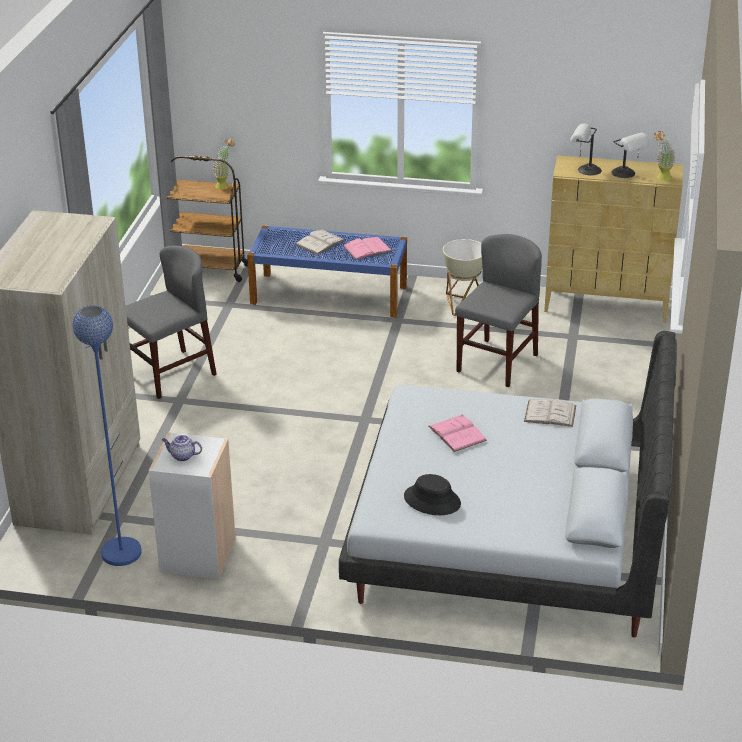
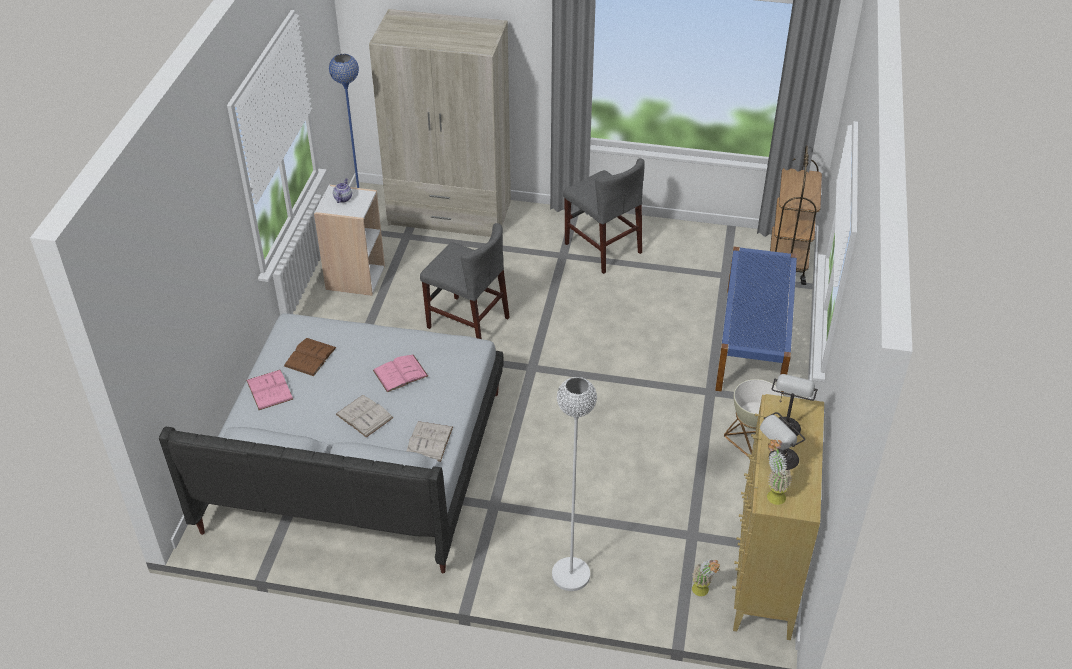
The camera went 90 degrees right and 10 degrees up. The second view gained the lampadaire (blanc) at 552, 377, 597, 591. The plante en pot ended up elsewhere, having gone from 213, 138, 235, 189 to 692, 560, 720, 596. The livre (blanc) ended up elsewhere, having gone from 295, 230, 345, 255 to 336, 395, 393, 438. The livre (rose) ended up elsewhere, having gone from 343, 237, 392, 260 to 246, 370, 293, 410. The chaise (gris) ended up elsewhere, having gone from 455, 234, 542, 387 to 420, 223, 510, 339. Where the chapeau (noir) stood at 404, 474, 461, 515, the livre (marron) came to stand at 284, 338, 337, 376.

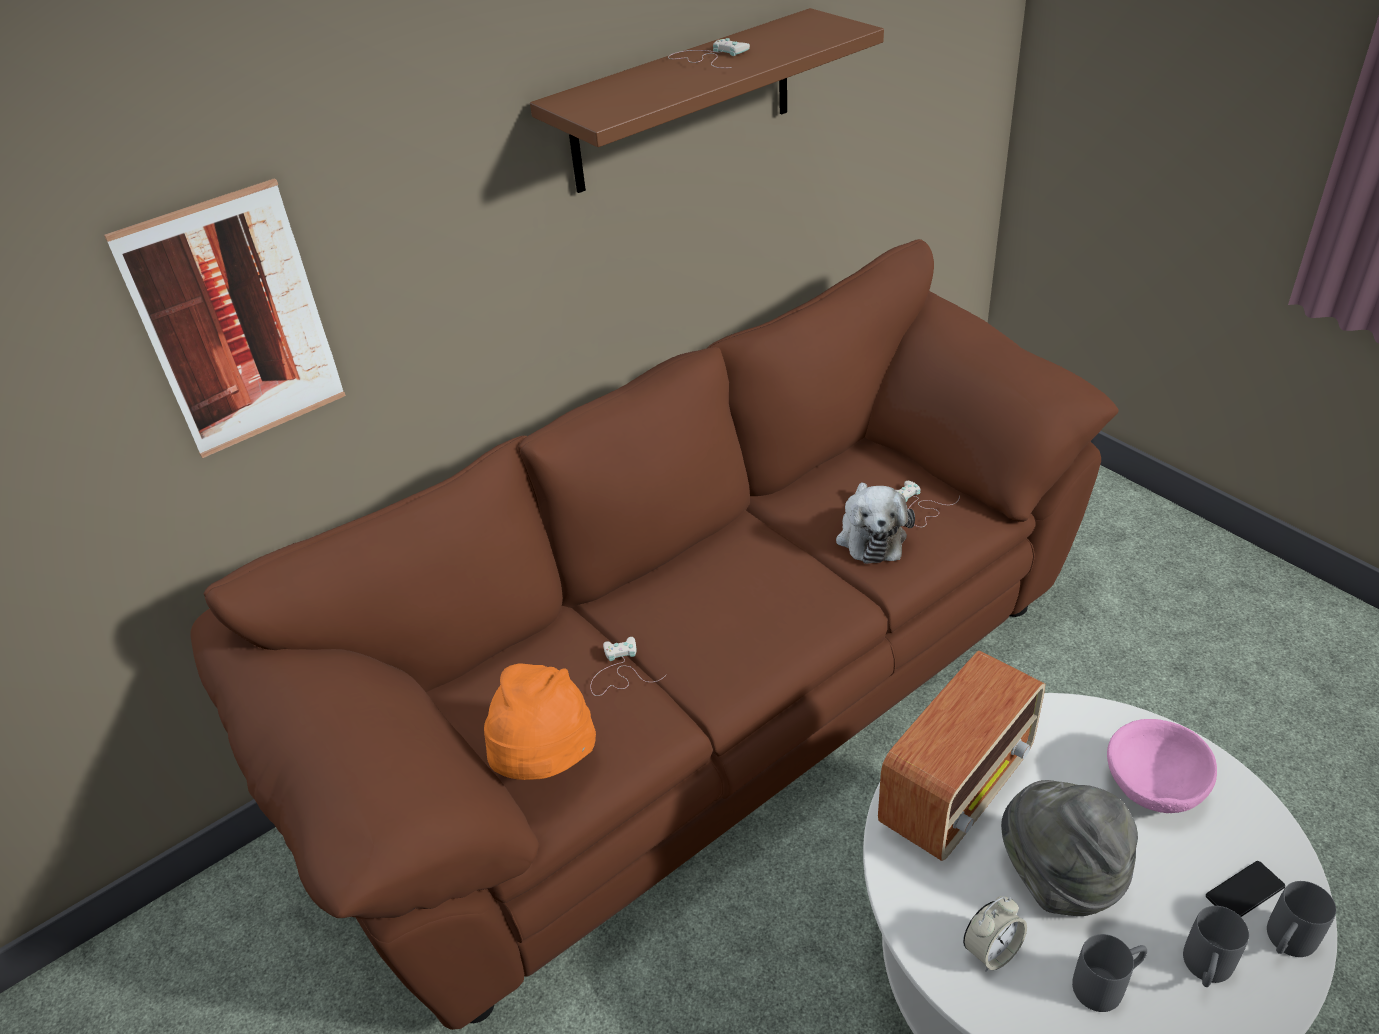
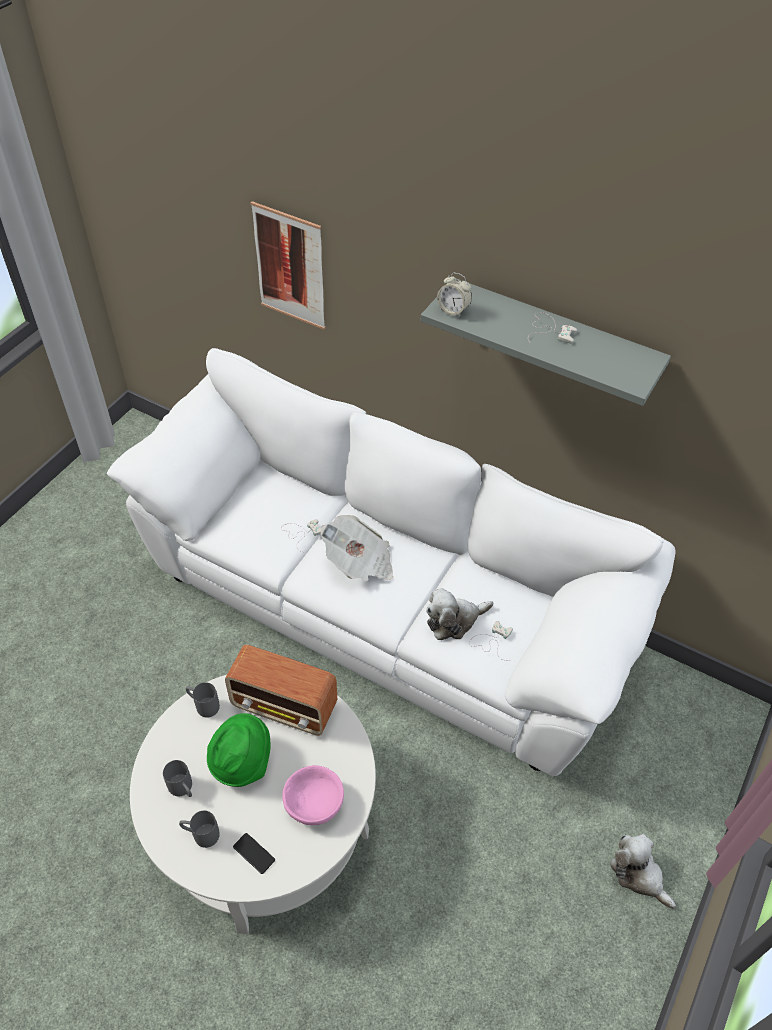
The camera went 65 degrees right and 10 degrees up. The second view lost the chapeau (orange) at 484, 663, 596, 780. The second view gained the journal at 320, 515, 393, 581. The second view gained the peluche at 610, 834, 676, 909. The réveil ended up elsewhere, having gone from 963, 896, 1027, 971 to 437, 273, 472, 317. The mug (gris) ended up elsewhere, having gone from 1267, 881, 1336, 957 to 186, 682, 220, 718. What was the canapé (marron) at 190, 239, 1119, 1030 turned into the canapé (blanc) at 107, 348, 675, 776. What was the étagère (marron) at 530, 8, 884, 193 turned into the étagère (gris) at 421, 279, 671, 406. What was the chapeau (gris) at 1001, 780, 1138, 916 turned into the chapeau (vert) at 207, 713, 271, 787.

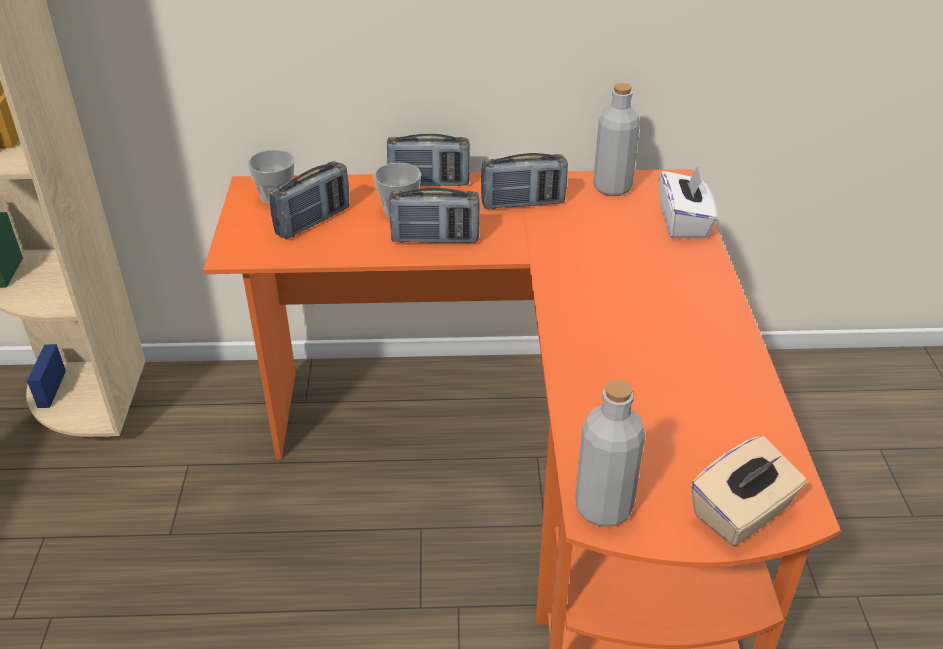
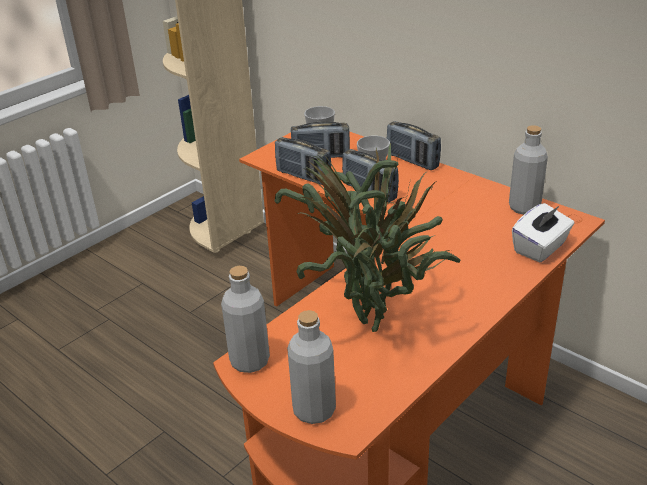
The camera went 45 degrees right and 5 degrees down. The second view gained the plante en pot at 275, 143, 461, 332. The radio ended up elsewhere, having gone from 481, 153, 568, 209 to 275, 137, 331, 185. Where the boîte à mouchoirs (beige) stood at 691, 436, 807, 546, the bouteille (gris) came to stand at 287, 310, 336, 424.

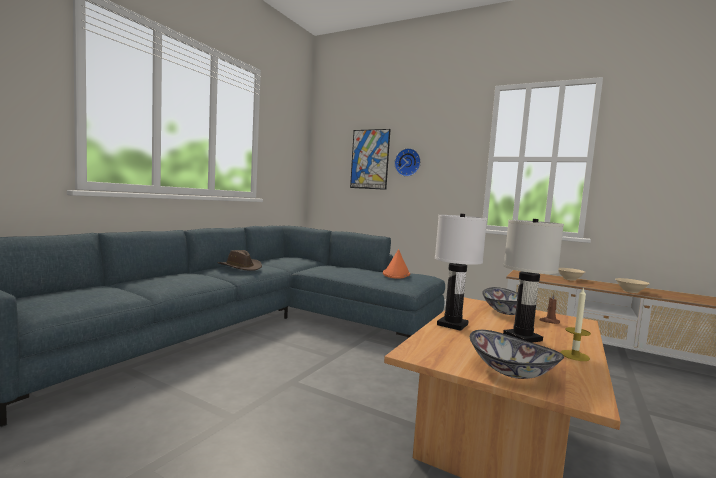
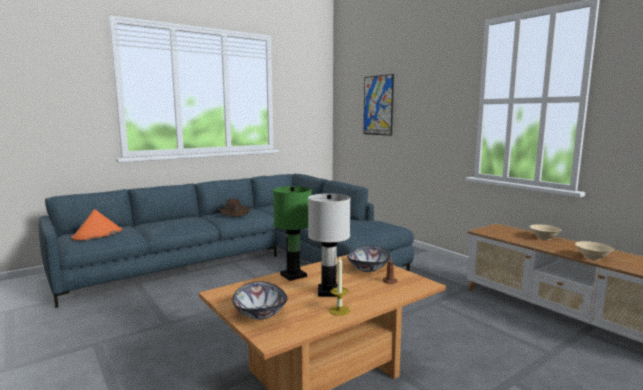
The camera went 25 degrees right and 5 degrees up. The second view lost the horloge murale at 394, 148, 421, 177. The chapeau (orange) ended up elsewhere, having gone from 383, 249, 410, 279 to 72, 209, 122, 240. What was the lampe de table (blanc) at 435, 214, 487, 331 turned into the lampe de table (vert) at 273, 186, 312, 281.

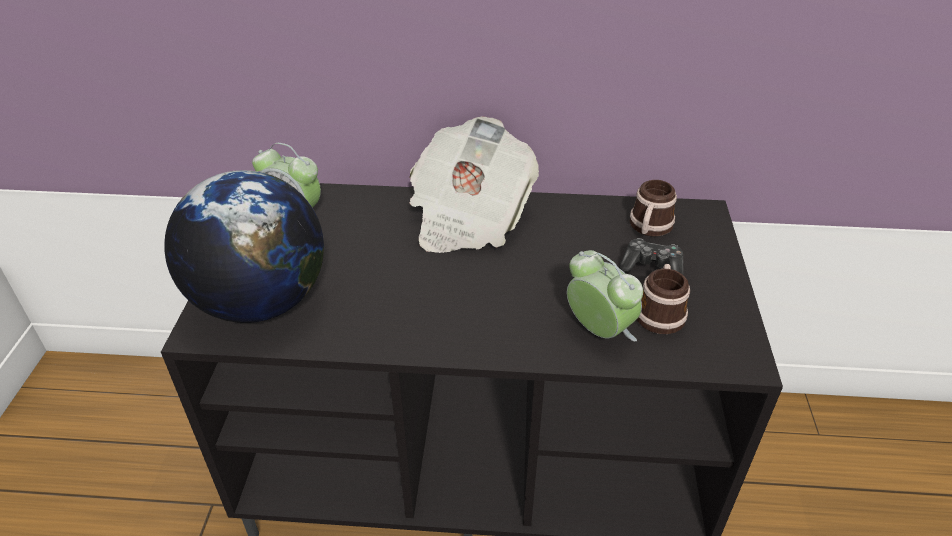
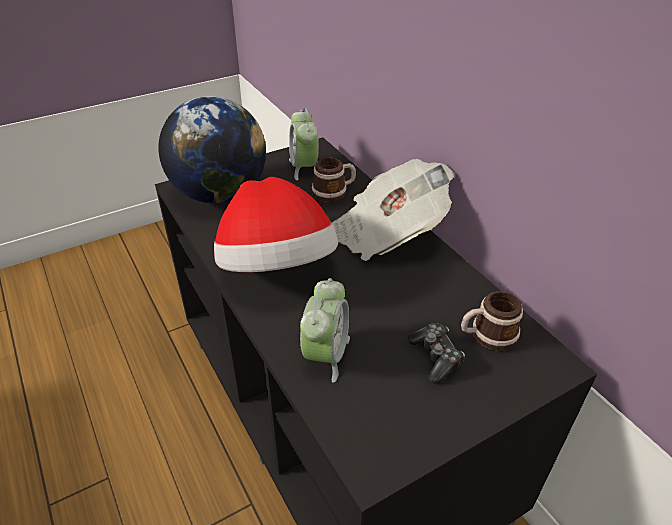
The camera went 55 degrees right and 0 degrees up. The second view gained the chapeau at 214, 177, 338, 272. The mug ended up elsewhere, having gone from 637, 264, 690, 334 to 312, 158, 356, 202.

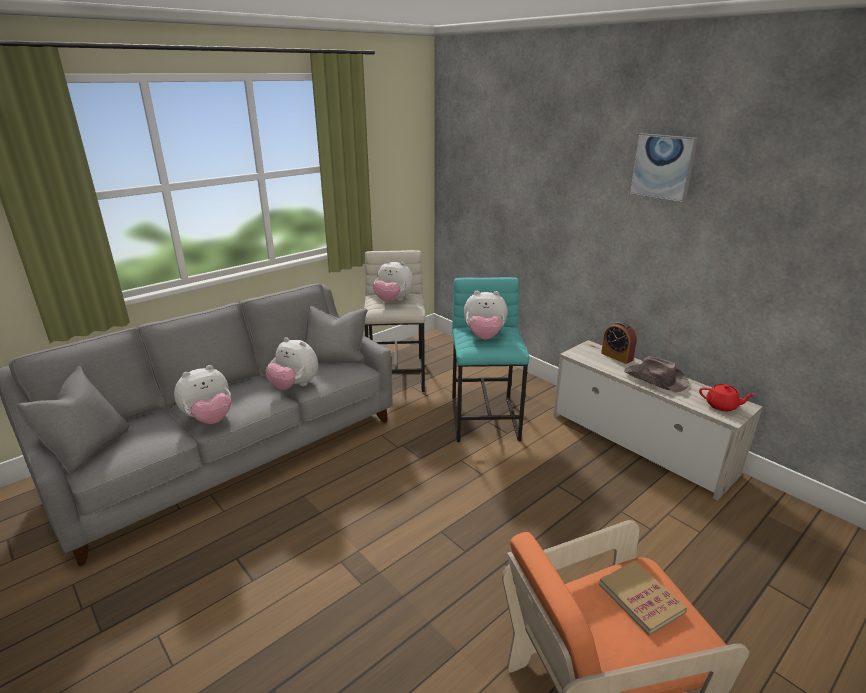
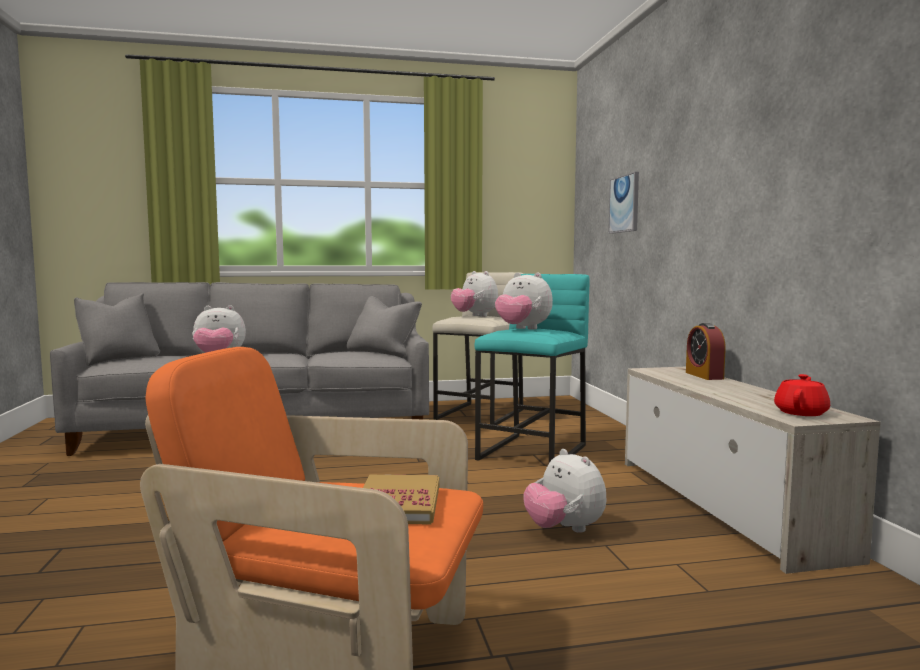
The camera went 30 degrees right and 20 degrees down. The second view lost the chapeau (marron) at 624, 356, 689, 393. The peluche ended up elsewhere, having gone from 265, 337, 318, 390 to 523, 449, 606, 533. The tableau ended up elsewhere, having gone from 629, 133, 698, 203 to 608, 172, 639, 234. The théière (rouge) at 699, 384, 755, 411 ended up facing another way, 105 degrees counterclockwise from before.

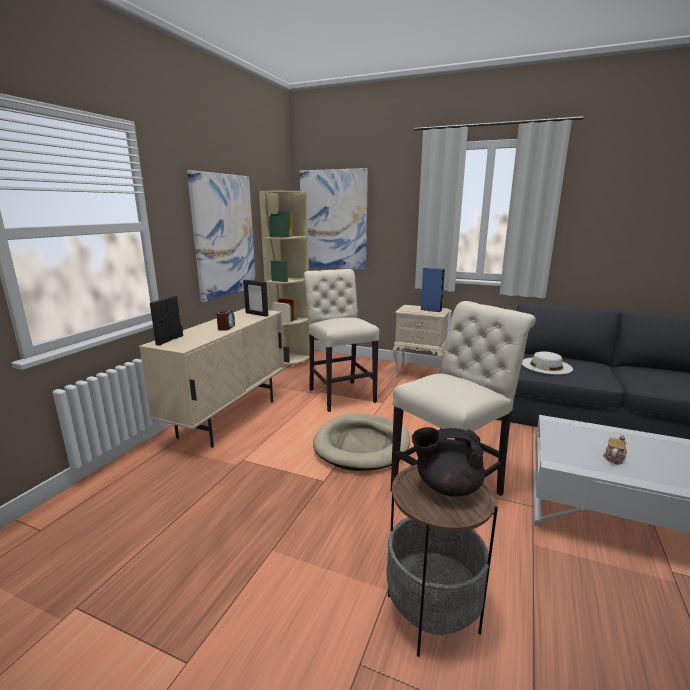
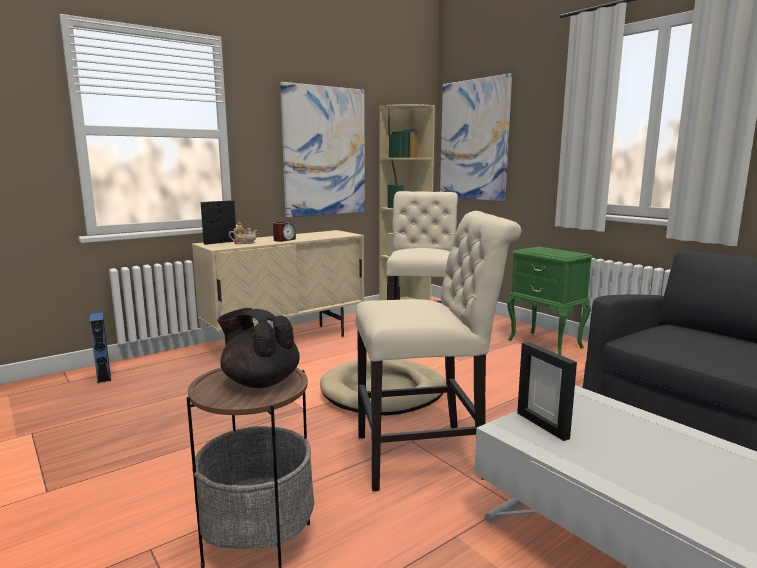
The camera went 30 degrees right and 5 degrees down. The second view lost the chapeau (blanc) at 522, 351, 573, 374. The cadre photo ended up elsewhere, having gone from 243, 280, 268, 317 to 517, 342, 577, 441. The enceinte (bleu) ended up elsewhere, having gone from 421, 268, 445, 312 to 90, 312, 111, 383. The théière ended up elsewhere, having gone from 603, 435, 627, 465 to 229, 222, 257, 244. What was the table de chevet (beige) at 393, 305, 450, 378 turned into the table de chevet (vert) at 507, 247, 594, 355.

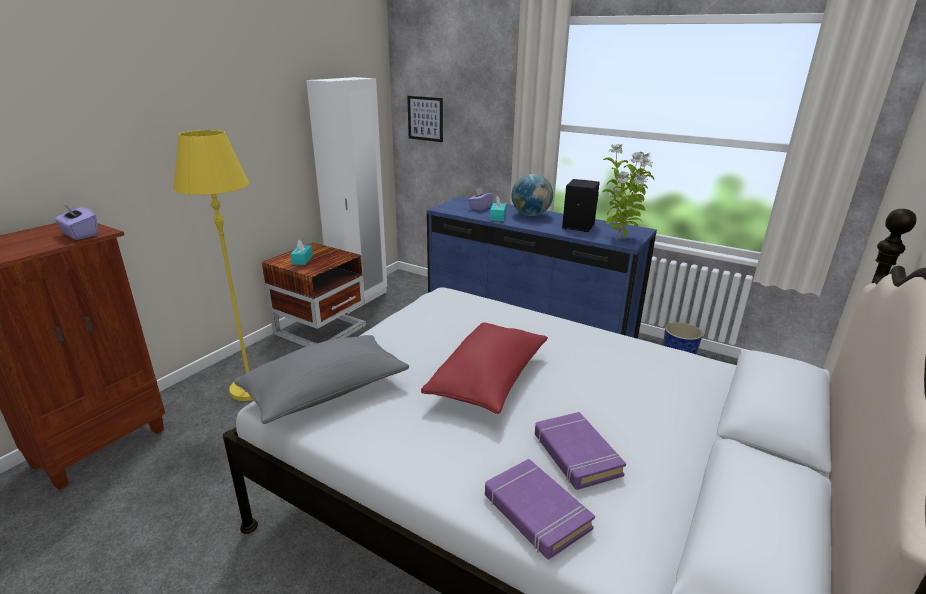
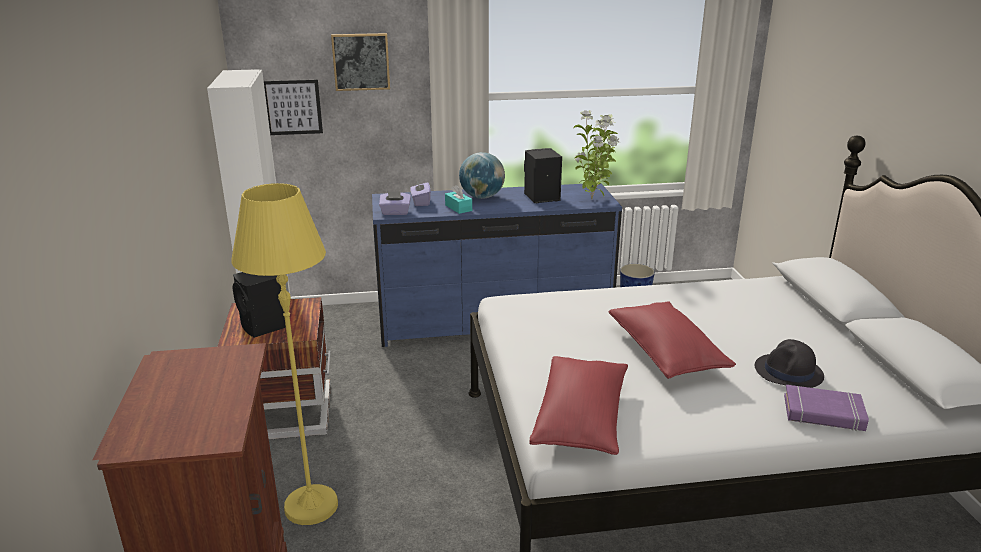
The camera went 40 degrees left and 0 degrees up. The second view gained the tableau at 331, 33, 390, 91. The boîte à mouchoirs (violet) ended up elsewhere, having gone from 54, 203, 98, 240 to 379, 191, 411, 215. Where the boîte à mouchoirs (turquoise) stood at 290, 240, 313, 265, the enceinte (noir) came to stand at 233, 272, 286, 338. Where the livre (violet) stood at 535, 412, 626, 490, the chapeau (noir) came to stand at 755, 339, 824, 388. What was the coussin (gris) at 234, 335, 409, 424 turned into the coussin (rouge) at 529, 356, 628, 455.

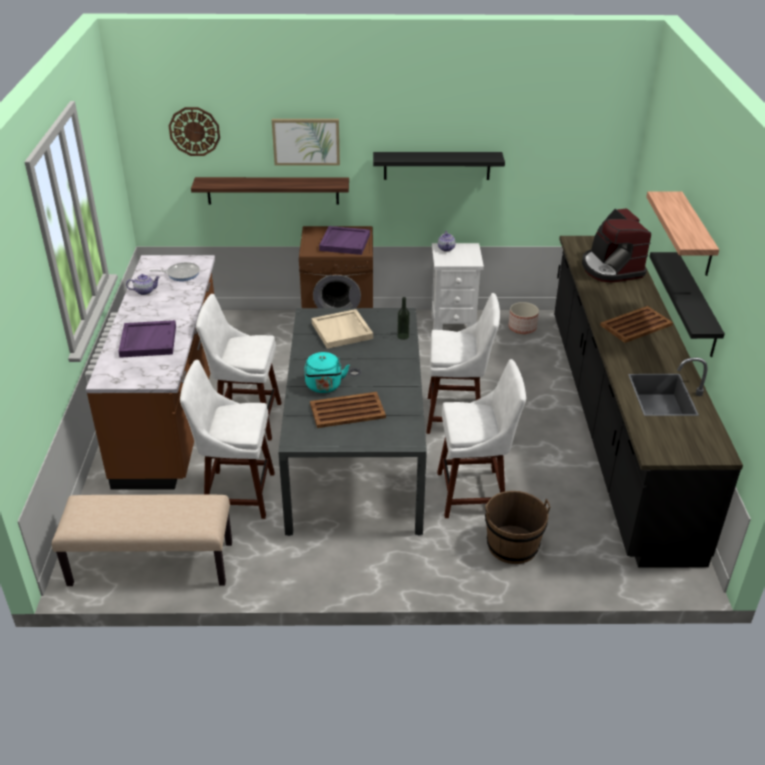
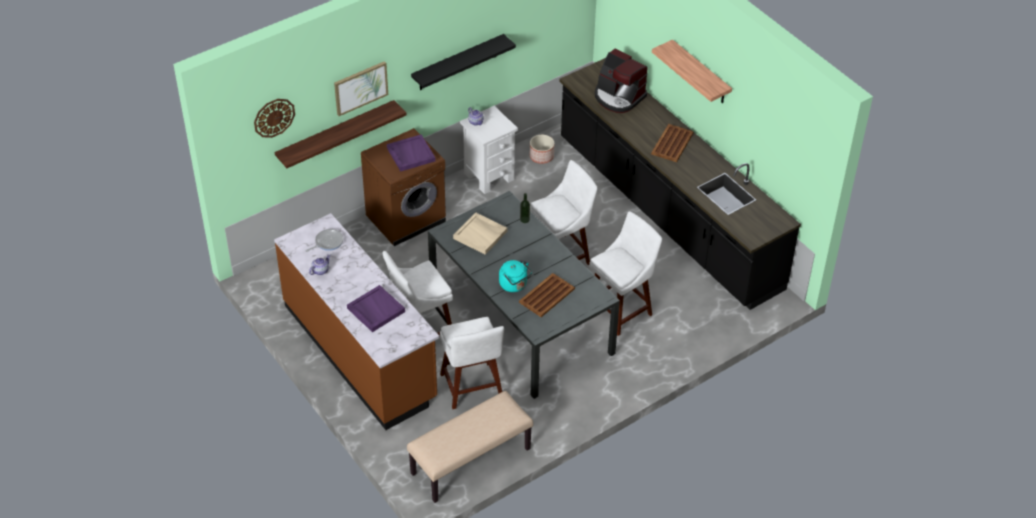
The camera went 35 degrees left and 10 degrees up. The second view lost the seau (marron) at 485, 491, 550, 564. The second view lost the étagère (noir) at 649, 252, 725, 357. The chaise (blanc) at 180, 360, 275, 519 ended up facing another way, 75 degrees counterclockwise from before.

